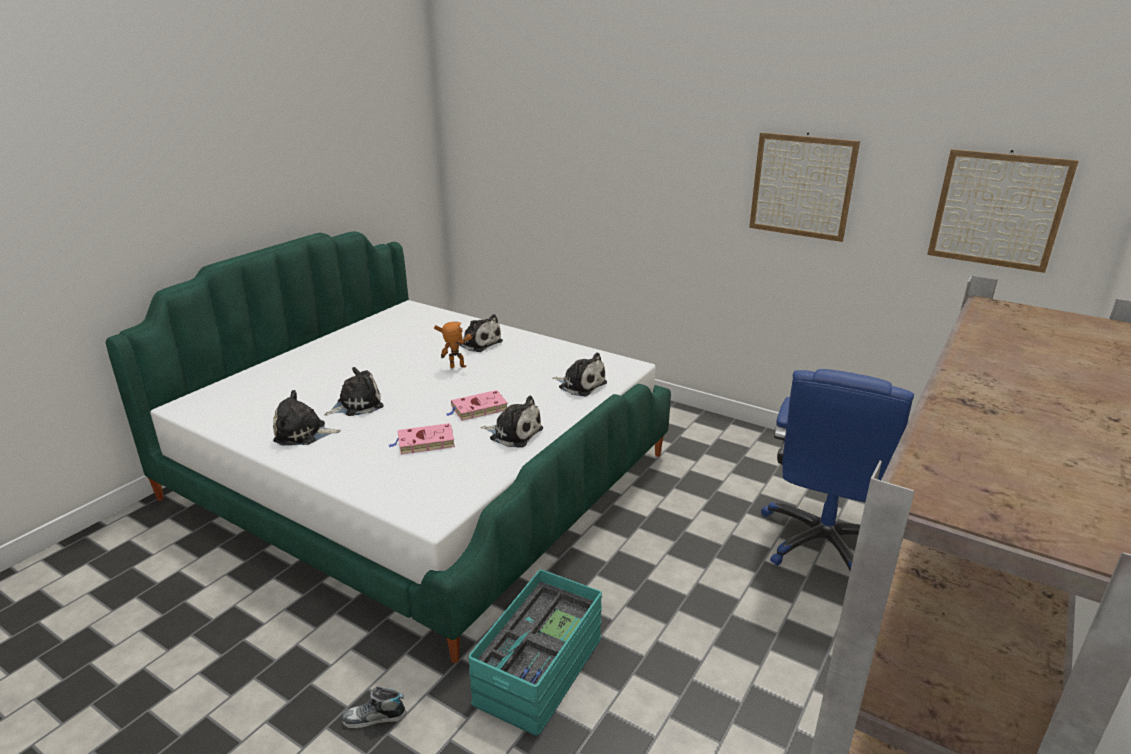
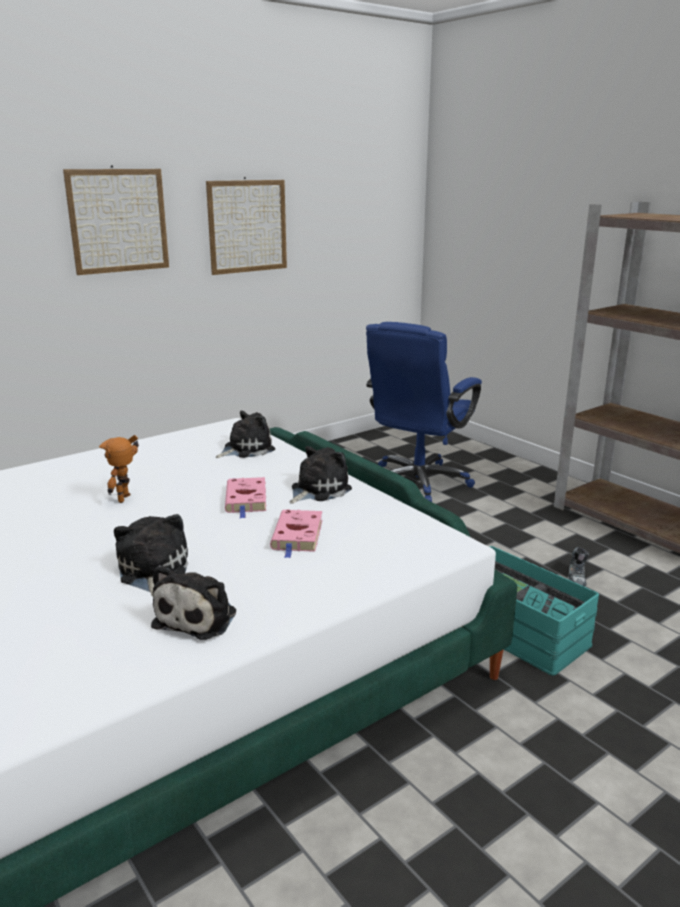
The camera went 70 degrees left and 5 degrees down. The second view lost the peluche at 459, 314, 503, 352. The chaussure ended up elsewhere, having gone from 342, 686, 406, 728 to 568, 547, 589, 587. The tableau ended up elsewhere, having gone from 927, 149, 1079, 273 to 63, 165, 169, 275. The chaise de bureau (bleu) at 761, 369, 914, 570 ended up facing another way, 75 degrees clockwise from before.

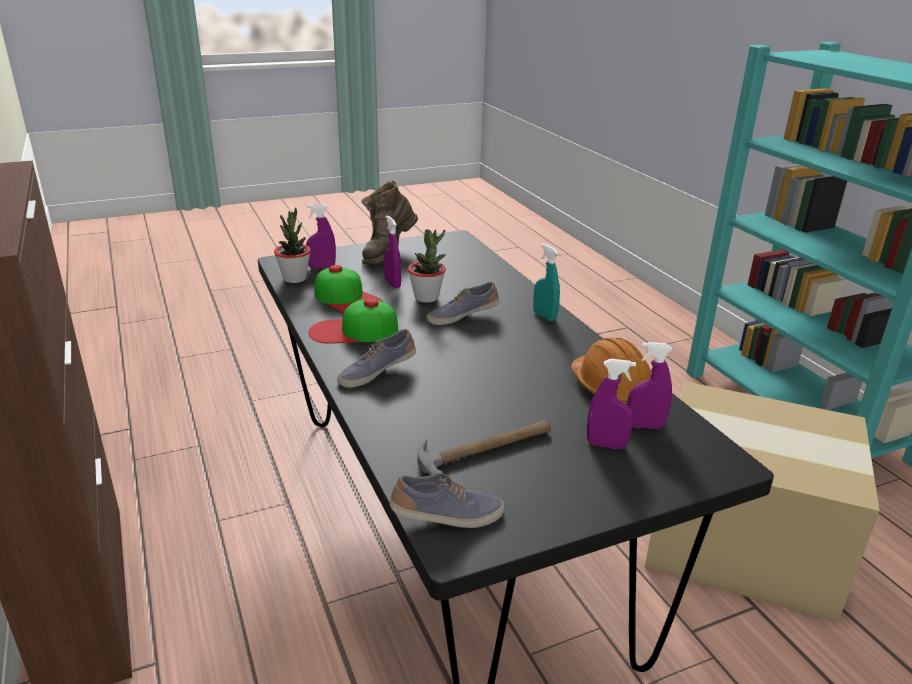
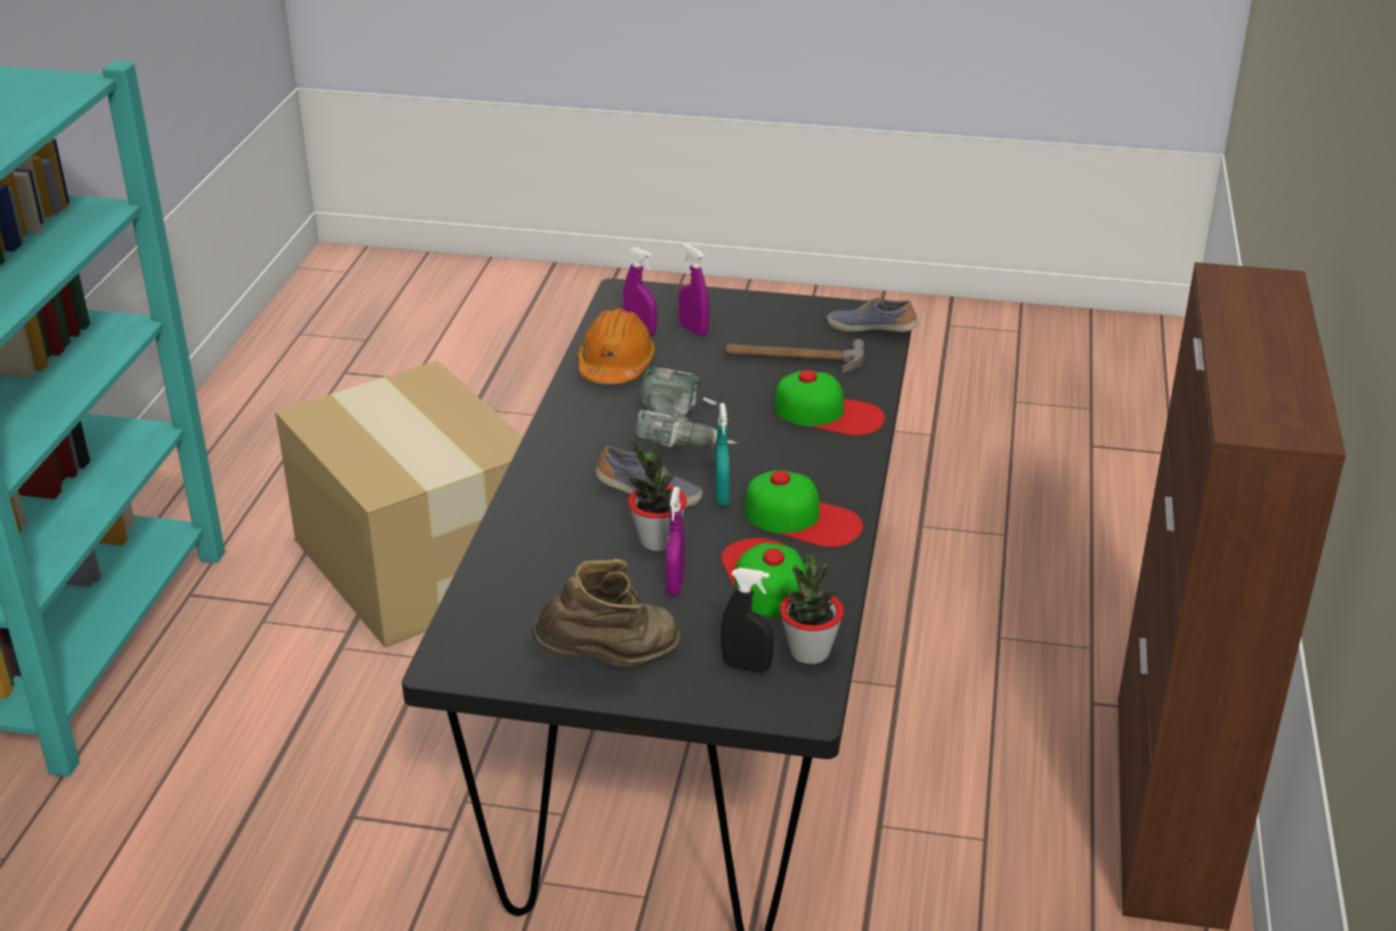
The camera went 145 degrees left and 5 degrees up. The second view lost the chaussure at 337, 329, 416, 388. The second view gained the perceuse at 634, 367, 738, 449. The second view gained the casquette at 774, 370, 885, 435. The vaporisateur (turquoise) ended up elsewhere, having gone from 533, 244, 560, 321 to 715, 403, 730, 506. What was the vaporisateur (violet) at 306, 204, 336, 268 turned into the vaporisateur (noir) at 721, 568, 774, 672.

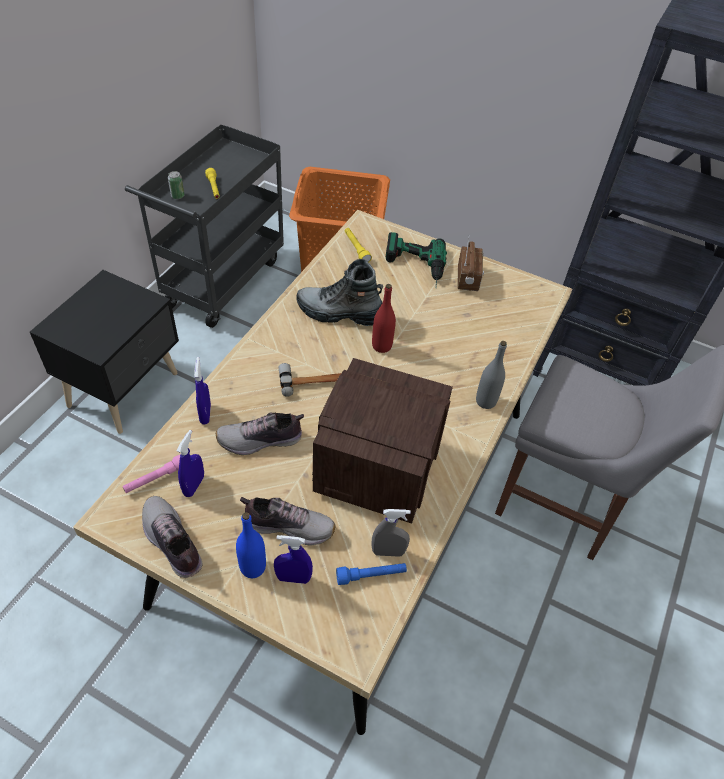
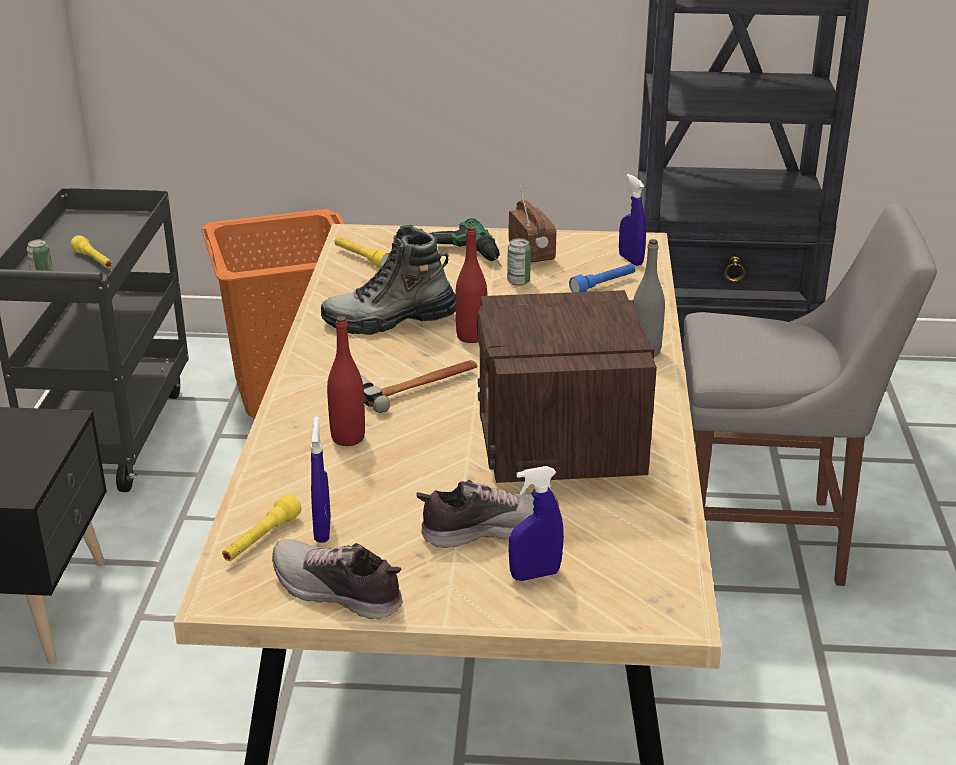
The camera went 20 degrees left and 20 degrees down. The second view lost the chaussure at 216, 413, 304, 455. The second view lost the bouteille (bleu) at 236, 512, 266, 578. The second view lost the vaporisateur (gris) at 371, 509, 411, 557. The second view gained the bouteille (rouge) at 327, 316, 365, 446. The second view gained the boîte métallique at 507, 238, 531, 286. The vaporisateur (bleu) ended up elsewhere, having gone from 194, 357, 211, 424 to 619, 174, 646, 266. The lampe de poche (bleu) ended up elsewhere, having gone from 336, 563, 407, 585 to 569, 264, 636, 292. What was the lampe de poche (rose) at 123, 455, 180, 493 turned into the lampe de poche (jaune) at 222, 494, 301, 561.

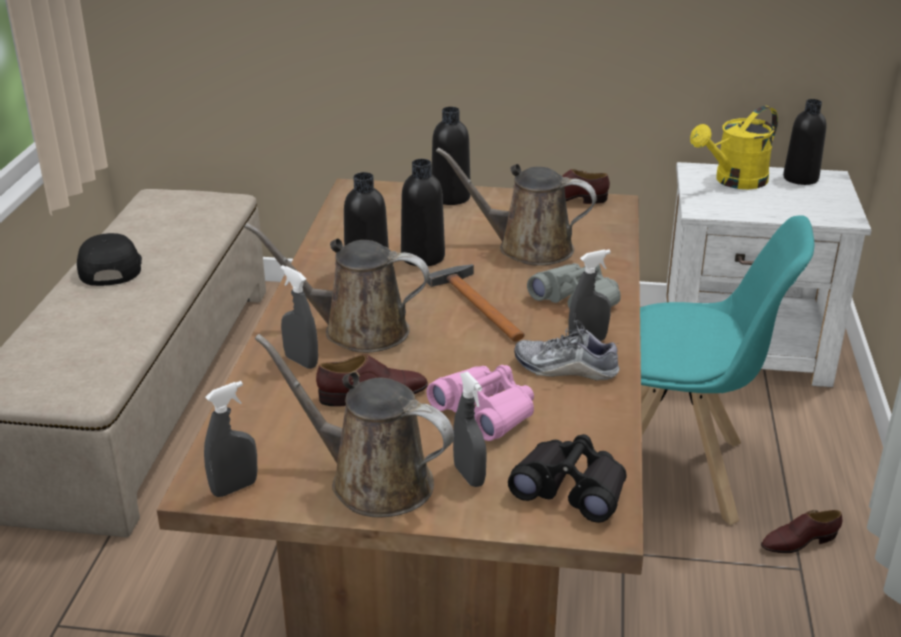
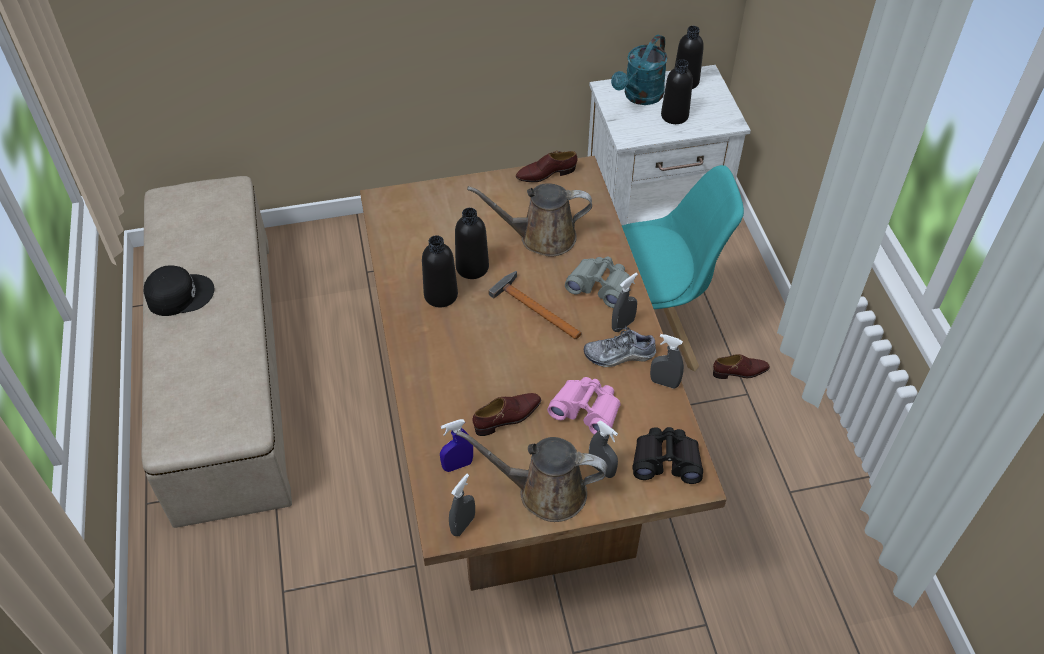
The camera went 20 degrees left and 20 degrees up. The second view lost the arrosoir (marron) at 244, 223, 430, 353. The second view gained the vaporisateur (bleu) at 440, 419, 473, 472. The vaporisateur (gris) ended up elsewhere, having gone from 281, 265, 318, 369 to 650, 334, 684, 389. The bouteille (noir) ended up elsewhere, having gone from 431, 107, 471, 205 to 661, 59, 693, 124. What was the arrosoir (jaune) at 690, 106, 778, 189 turned into the arrosoir (turquoise) at 611, 35, 668, 105. The casquette (noir) at 77, 233, 142, 286 ended up facing another way, 105 degrees clockwise from before. The chaussure (marron) at 761, 510, 842, 553 ended up facing another way, 150 degrees counterclockwise from before.

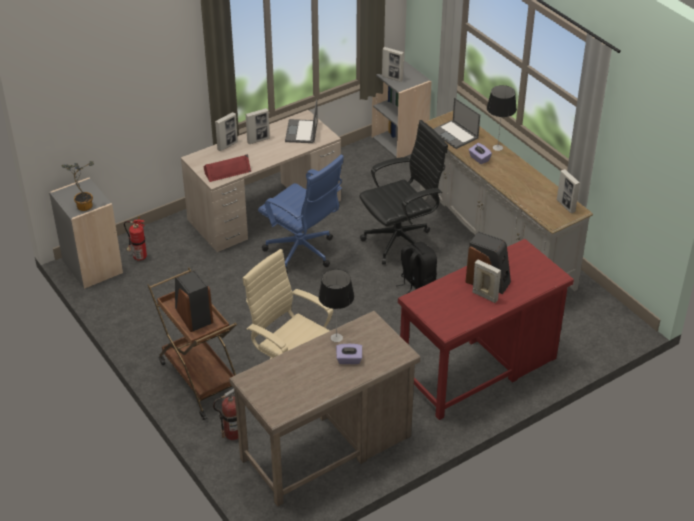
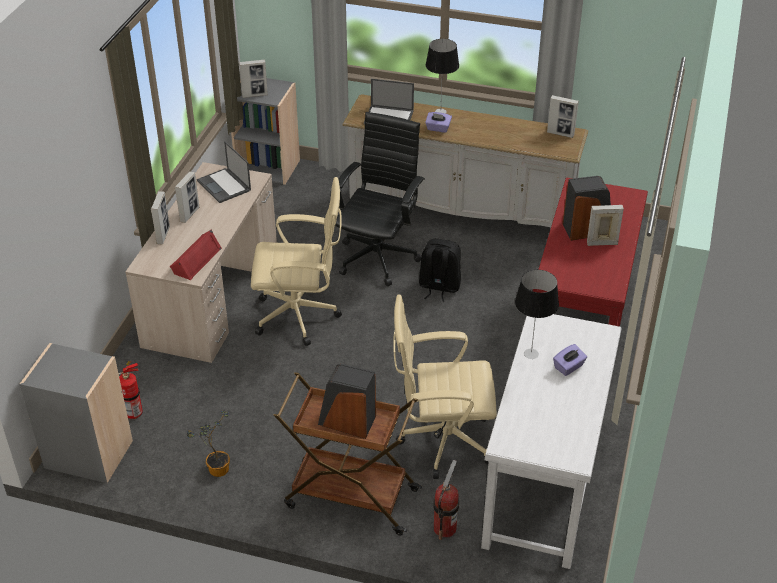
The camera went 40 degrees left and 0 degrees up. The plante en pot ended up elsewhere, having gone from 61, 161, 94, 211 to 187, 410, 230, 477. What was the bureau (marron) at 229, 311, 420, 507 turned into the bureau (blanc) at 481, 314, 622, 569. What was the chaise de bureau (bleu) at 258, 154, 343, 274 turned into the chaise de bureau (beige) at 251, 177, 342, 346.

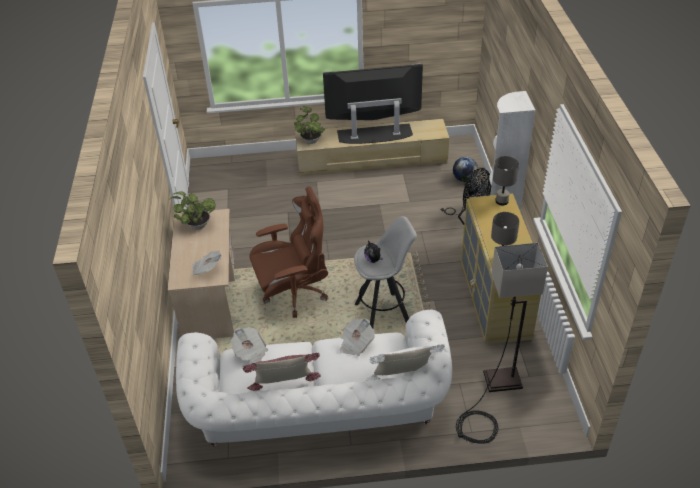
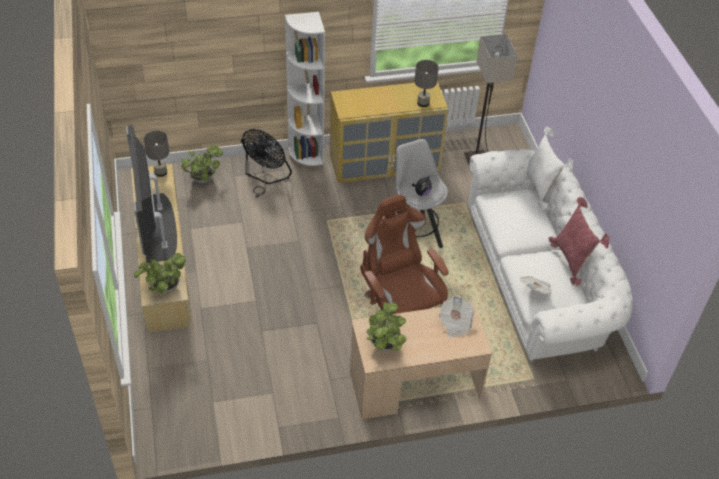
The camera went 100 degrees left and 5 degrees up. The second view lost the journal at 340, 318, 375, 356. The lampe de table (gris) ended up elsewhere, having gone from 493, 156, 519, 206 to 144, 131, 169, 177. Where the globe stood at 453, 157, 478, 182, the plante en pot came to stand at 181, 145, 223, 183.

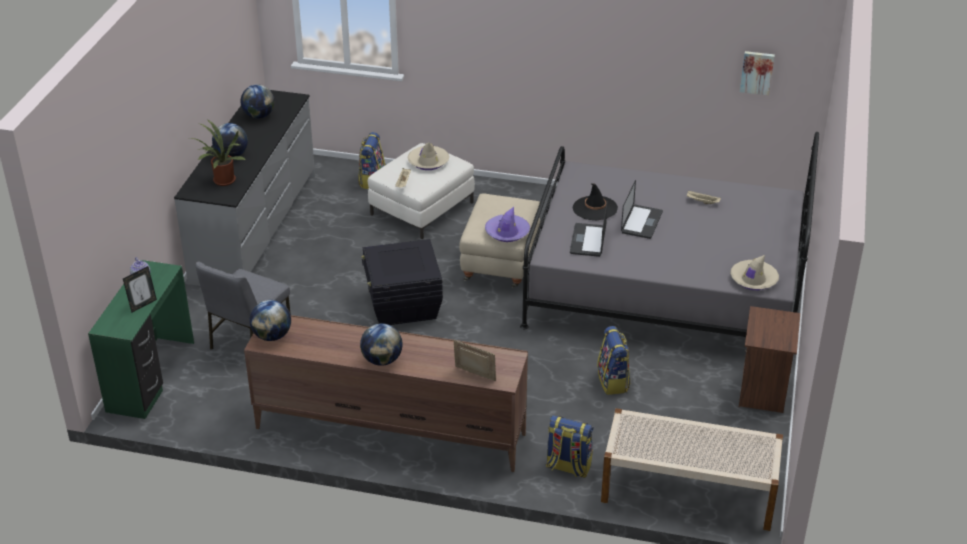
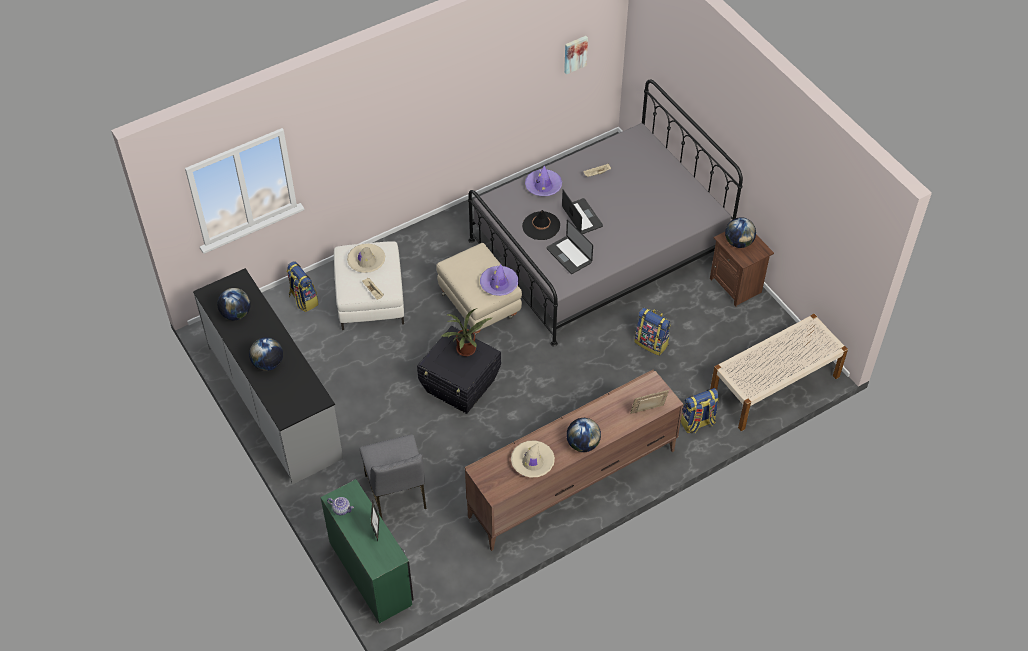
The camera went 45 degrees left and 15 degrees up. The second view gained the chapeau (violet) at 525, 165, 562, 196. The plante en pot ended up elsewhere, having gone from 190, 120, 246, 186 to 442, 309, 492, 356. The globe ended up elsewhere, having gone from 250, 300, 291, 341 to 725, 217, 756, 248. The chapeau (beige) ended up elsewhere, having gone from 730, 255, 779, 290 to 511, 440, 555, 477.

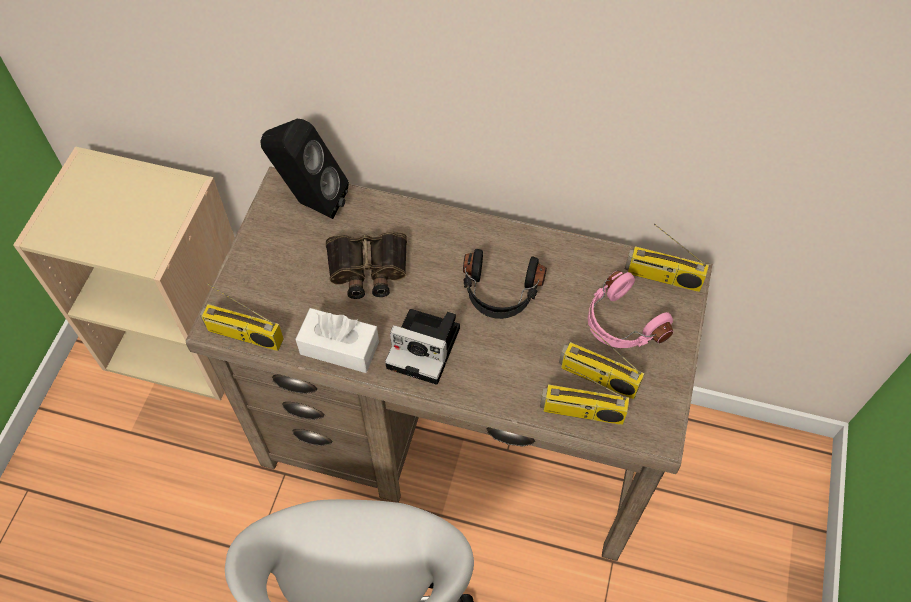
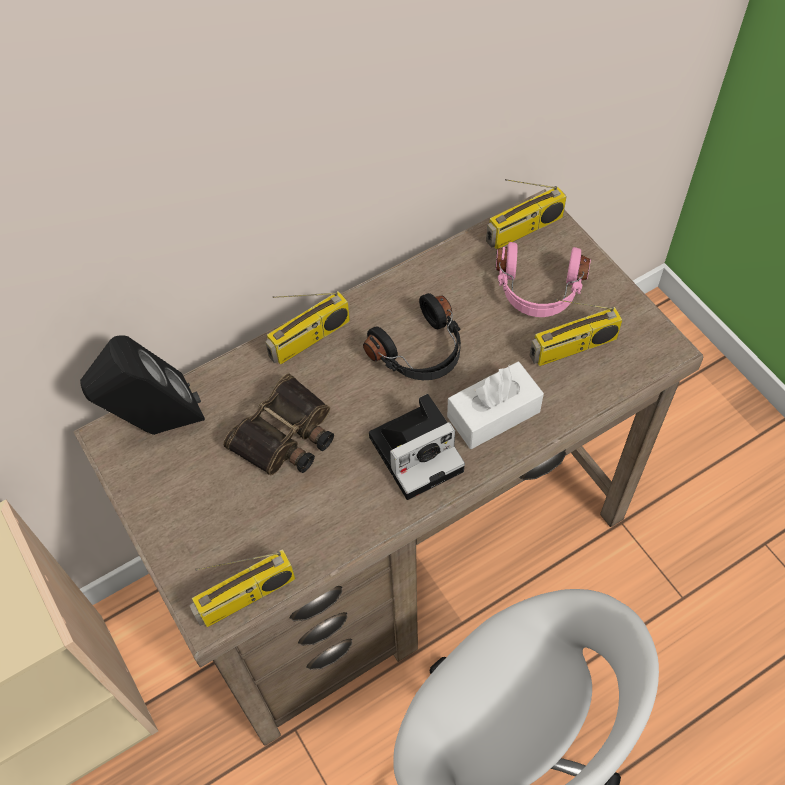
The camera went 45 degrees left and 0 degrees up. The boîte à mouchoirs (blanc) ended up elsewhere, having gone from 295, 308, 379, 373 to 447, 362, 544, 449. The radio ended up elsewhere, having gone from 540, 365, 629, 425 to 265, 291, 350, 365.

